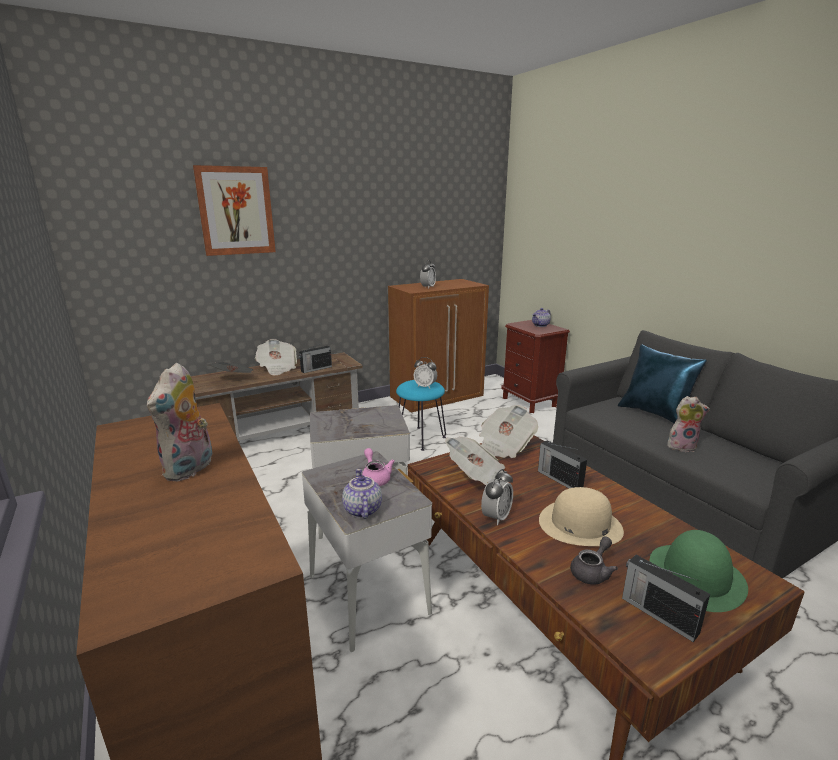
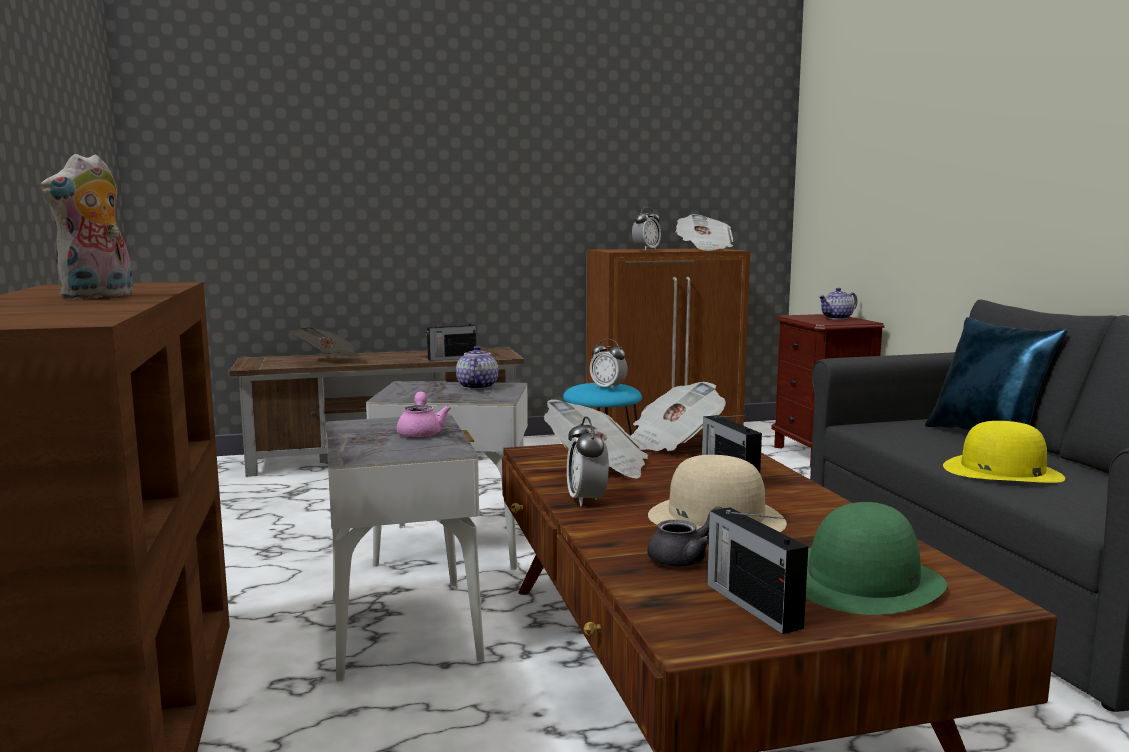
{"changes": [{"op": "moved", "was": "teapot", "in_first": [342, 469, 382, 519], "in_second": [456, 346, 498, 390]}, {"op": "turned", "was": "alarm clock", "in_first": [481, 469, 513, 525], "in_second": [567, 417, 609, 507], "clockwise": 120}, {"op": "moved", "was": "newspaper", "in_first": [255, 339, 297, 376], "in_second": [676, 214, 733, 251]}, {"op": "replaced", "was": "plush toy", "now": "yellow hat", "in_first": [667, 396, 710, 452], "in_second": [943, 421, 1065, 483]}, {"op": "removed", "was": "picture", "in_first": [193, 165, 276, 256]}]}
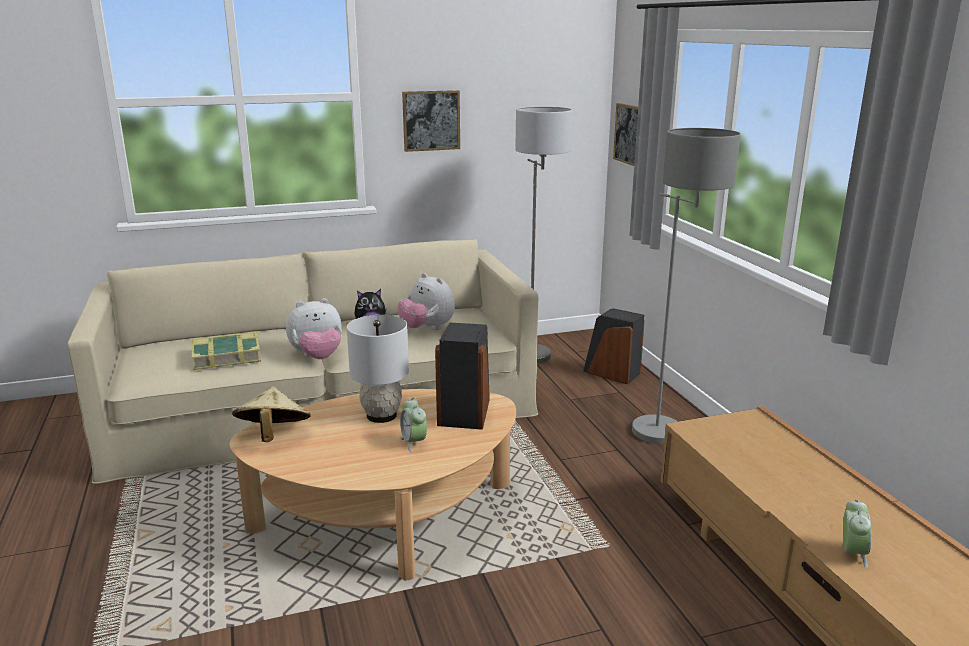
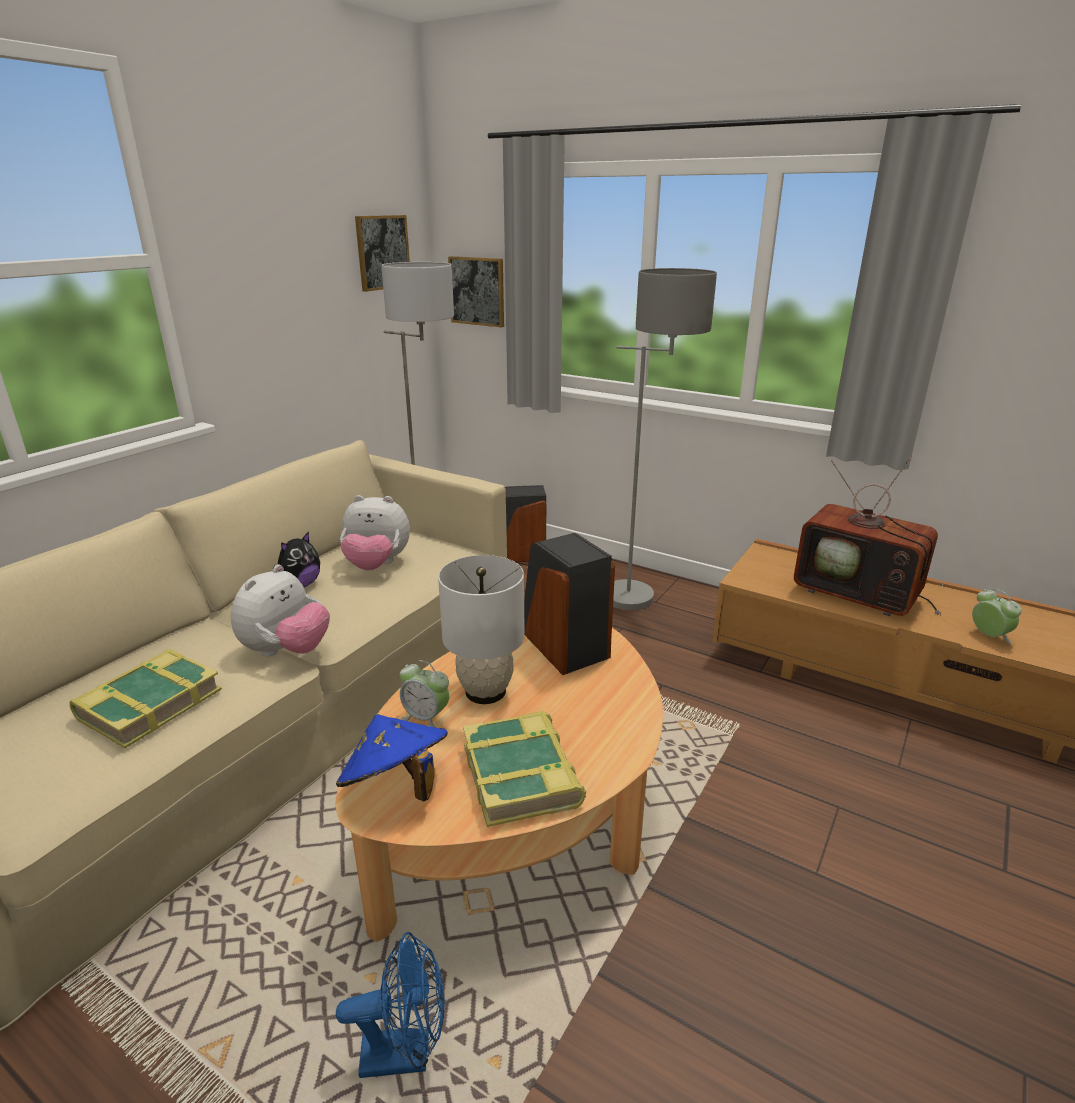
{"changes": [{"op": "recoloured", "was": "beige hat", "now": "blue hat", "in_first": [232, 386, 311, 442], "in_second": [336, 714, 448, 802]}, {"op": "added", "now": "blue fan", "in_second": [336, 932, 445, 1078]}, {"op": "moved", "was": "picture", "in_first": [402, 90, 460, 152], "in_second": [355, 215, 410, 292]}, {"op": "moved", "was": "alarm clock", "in_first": [400, 397, 427, 452], "in_second": [400, 660, 449, 728]}, {"op": "added", "now": "book", "in_second": [463, 711, 586, 827]}, {"op": "added", "now": "television", "in_second": [794, 456, 941, 616]}]}
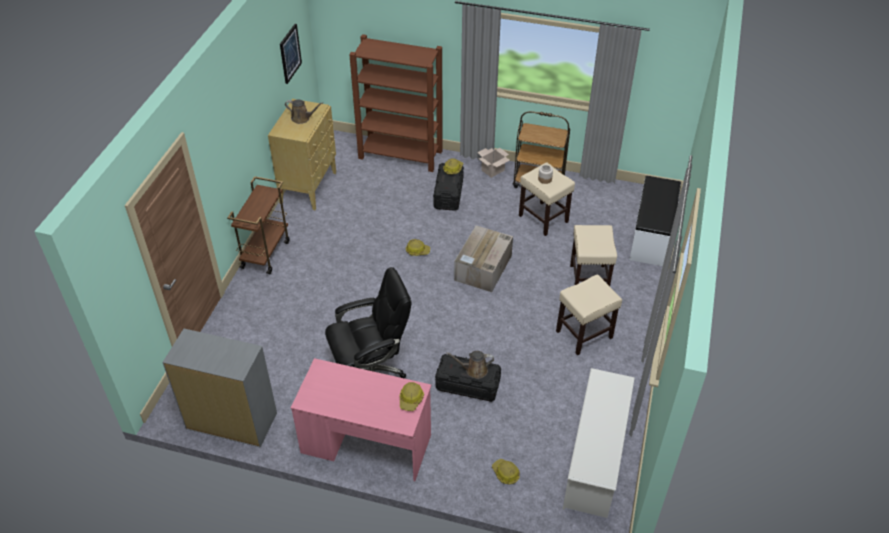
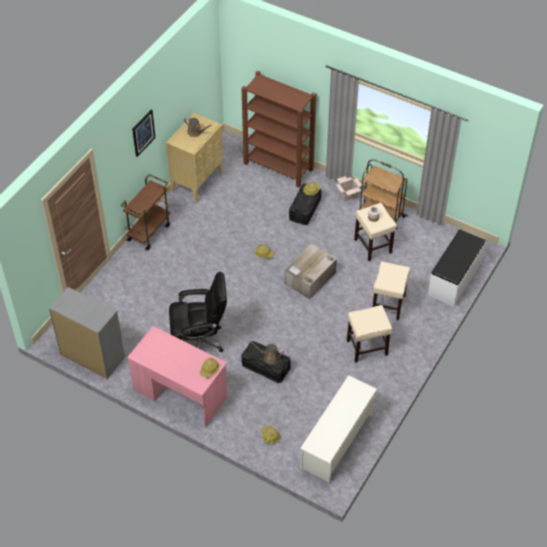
{"changes": [{"op": "moved", "was": "picture", "in_first": [280, 24, 302, 84], "in_second": [132, 110, 155, 157]}]}
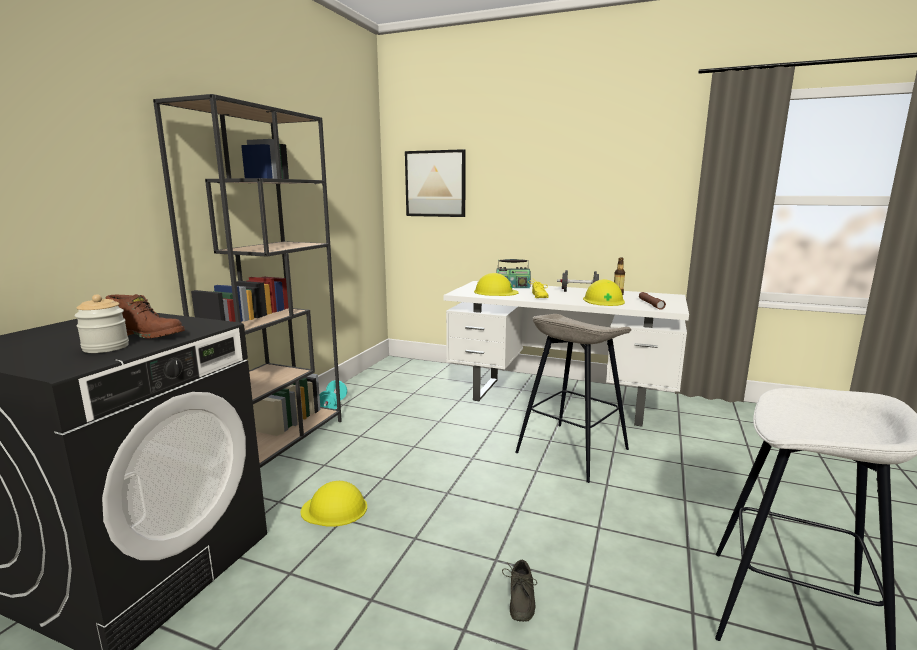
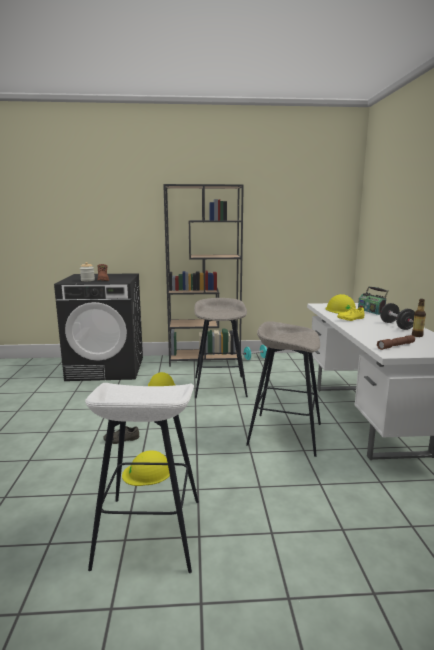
{"changes": [{"op": "moved", "was": "yellow hard hat", "in_first": [583, 279, 625, 306], "in_second": [122, 450, 170, 486]}, {"op": "added", "now": "grey stool", "in_second": [194, 298, 248, 398]}, {"op": "removed", "was": "picture", "in_first": [405, 149, 466, 217]}]}
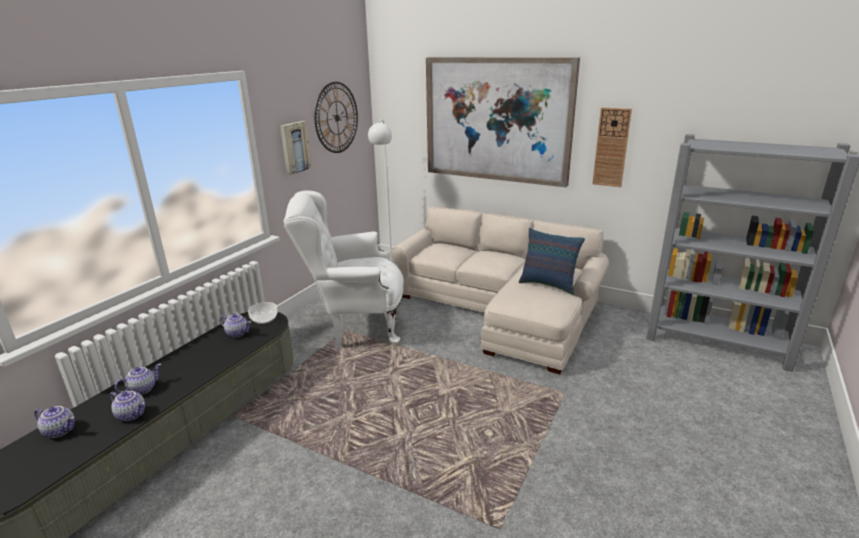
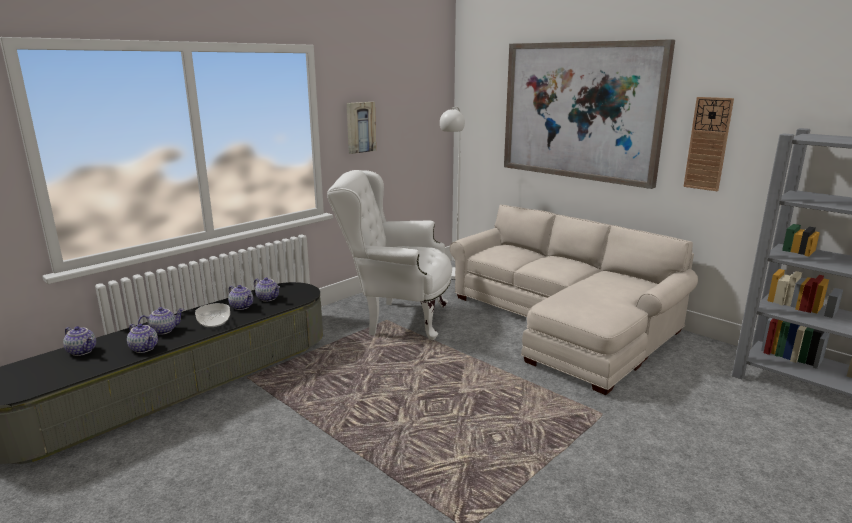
{"changes": [{"op": "moved", "was": "bowl", "in_first": [248, 302, 278, 324], "in_second": [195, 303, 230, 327]}, {"op": "added", "now": "teapot", "in_second": [228, 285, 253, 310]}, {"op": "removed", "was": "wall clock", "in_first": [314, 82, 358, 153]}, {"op": "removed", "was": "blue pillow", "in_first": [519, 228, 585, 295]}]}
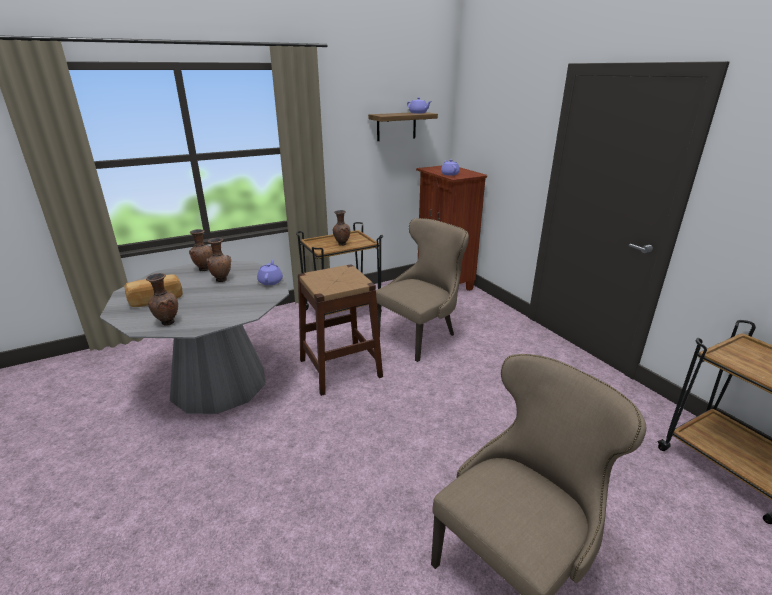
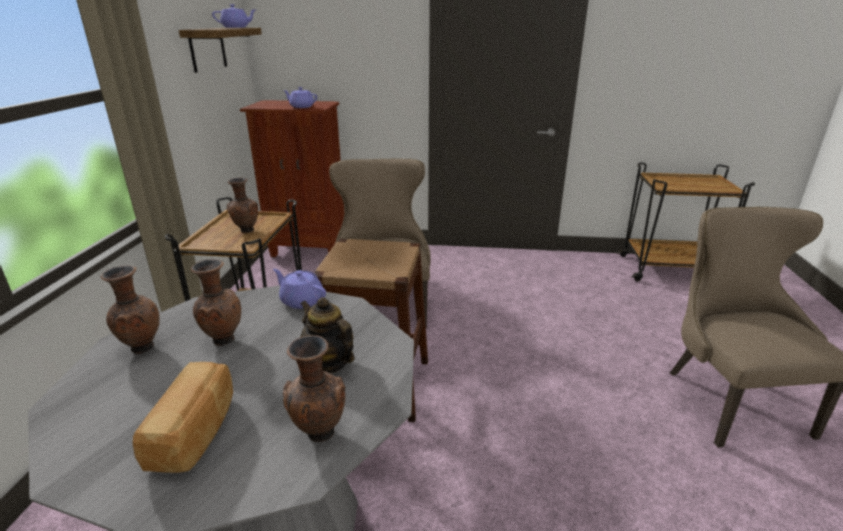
{"changes": [{"op": "added", "now": "teapot", "in_second": [300, 297, 354, 373]}]}
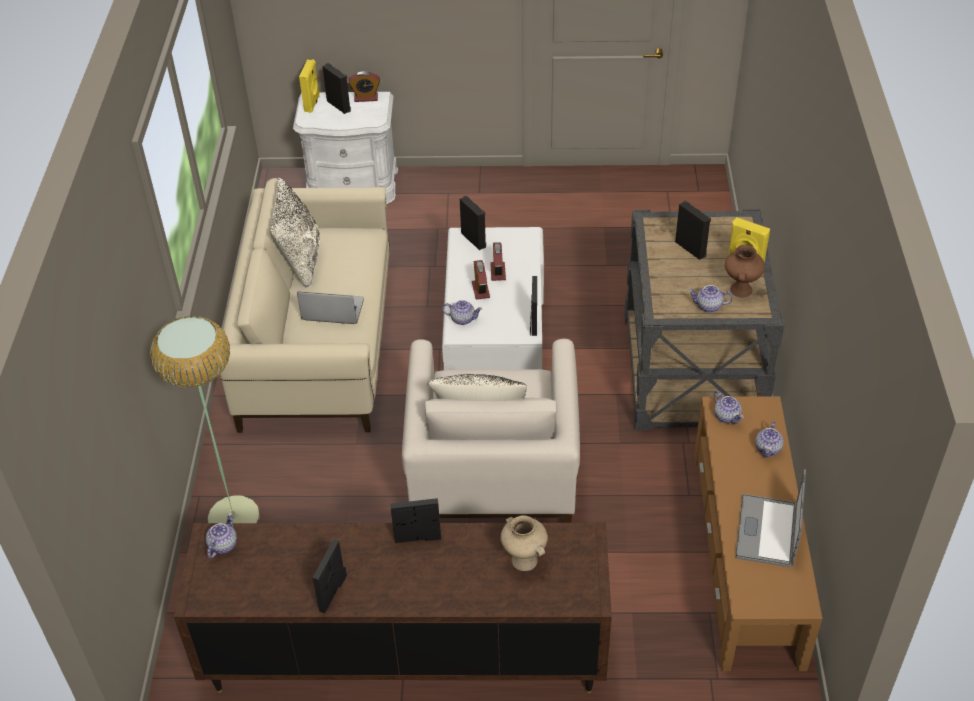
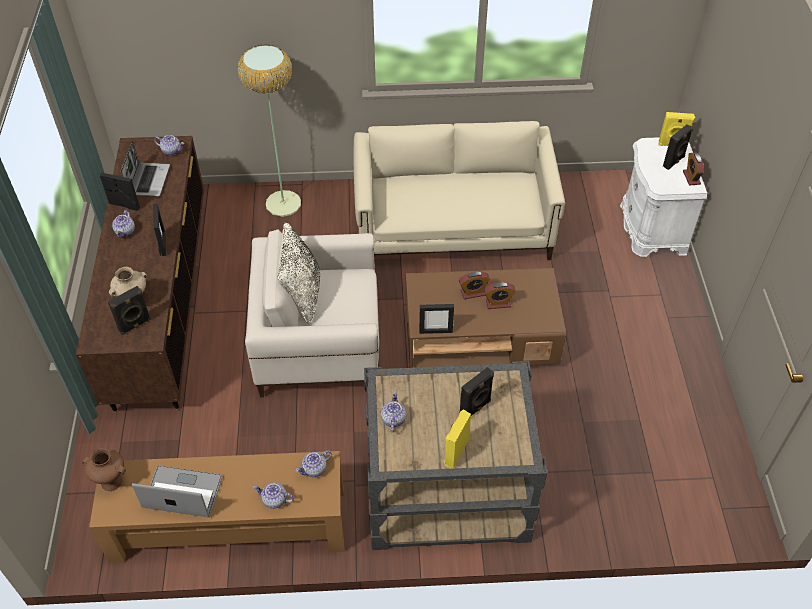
{"changes": [{"op": "moved", "was": "brown vase", "in_first": [725, 245, 765, 298], "in_second": [82, 448, 126, 491]}, {"op": "moved", "was": "black speaker", "in_first": [460, 196, 486, 250], "in_second": [108, 286, 151, 335]}, {"op": "moved", "was": "teapot", "in_first": [442, 300, 482, 325], "in_second": [112, 210, 135, 238]}, {"op": "moved", "was": "laptop", "in_first": [297, 292, 364, 324], "in_second": [121, 140, 170, 197]}, {"op": "recoloured", "was": "white coffee table", "now": "brown coffee table", "in_first": [442, 227, 544, 370], "in_second": [406, 268, 566, 368]}, {"op": "removed", "was": "beige pillow", "in_first": [270, 177, 320, 288]}]}
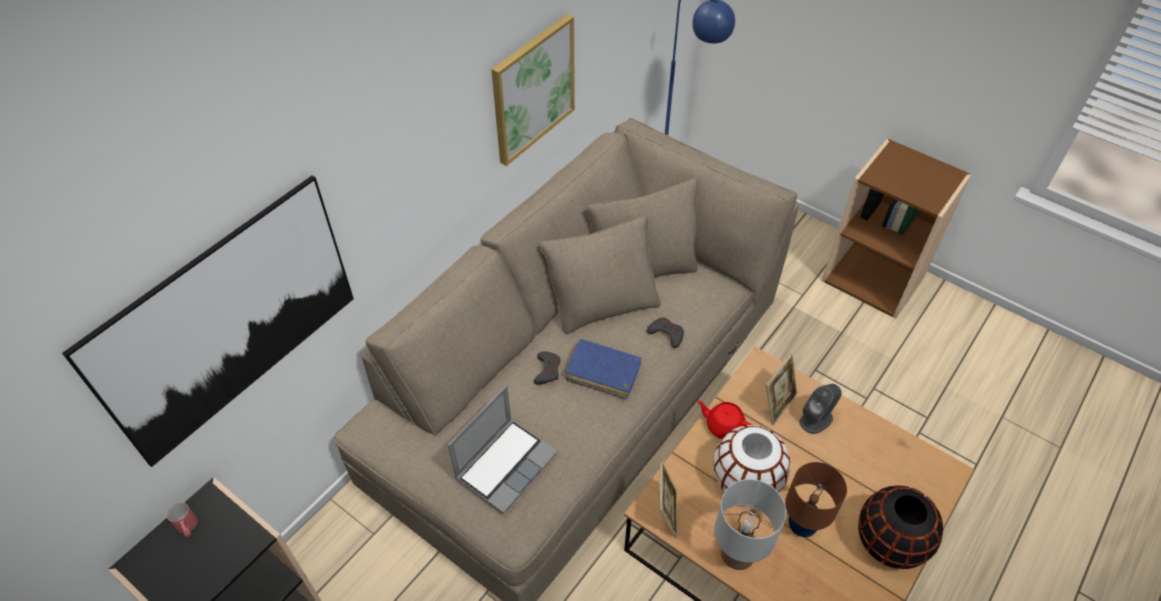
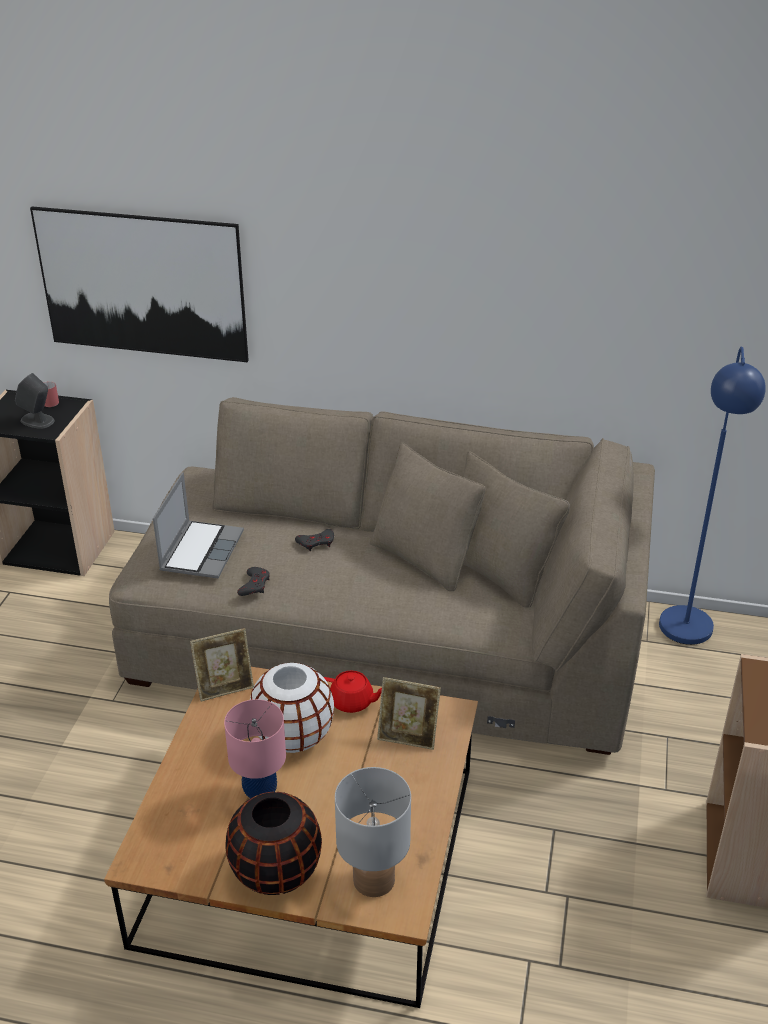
{"changes": [{"op": "moved", "was": "grey speaker", "in_first": [799, 384, 842, 434], "in_second": [15, 373, 55, 429]}, {"op": "turned", "was": "laptop", "in_first": [448, 385, 558, 514], "in_second": [153, 472, 244, 578], "clockwise": -90}, {"op": "recoloured", "was": "brown table lamp", "now": "pink table lamp", "in_first": [785, 462, 847, 537], "in_second": [224, 699, 286, 798]}, {"op": "moved", "was": "grey game controller", "in_first": [647, 318, 684, 348], "in_second": [237, 567, 270, 596]}, {"op": "turned", "was": "red teapot", "in_first": [697, 401, 753, 439], "in_second": [324, 671, 382, 713], "clockwise": 105}, {"op": "moved", "was": "grey table lamp", "in_first": [714, 479, 786, 570], "in_second": [335, 767, 411, 897]}, {"op": "removed", "was": "picture", "in_first": [491, 14, 575, 166]}, {"op": "removed", "was": "blue book", "in_first": [565, 339, 642, 399]}]}
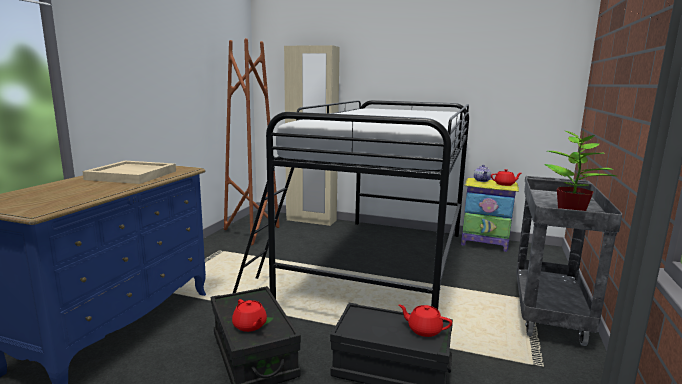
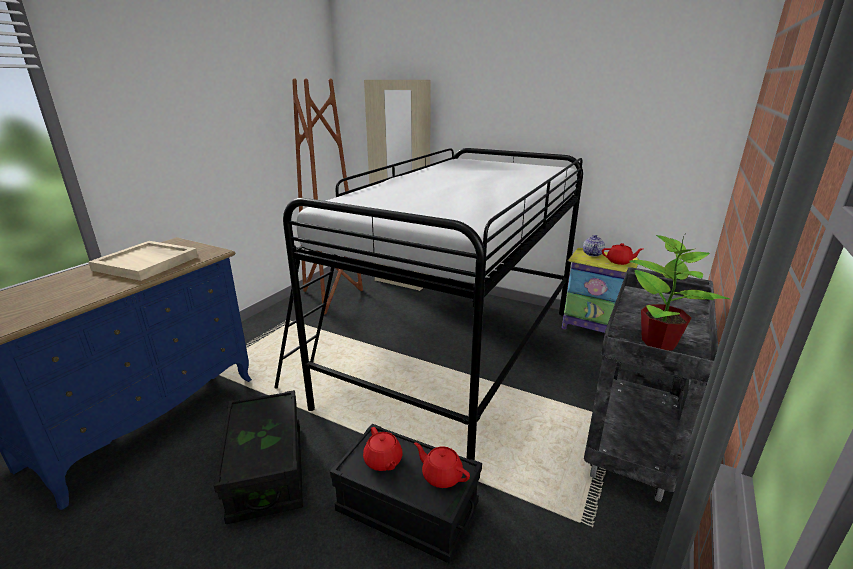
{"changes": [{"op": "moved", "was": "red teapot", "in_first": [232, 299, 267, 332], "in_second": [363, 427, 402, 471]}]}
